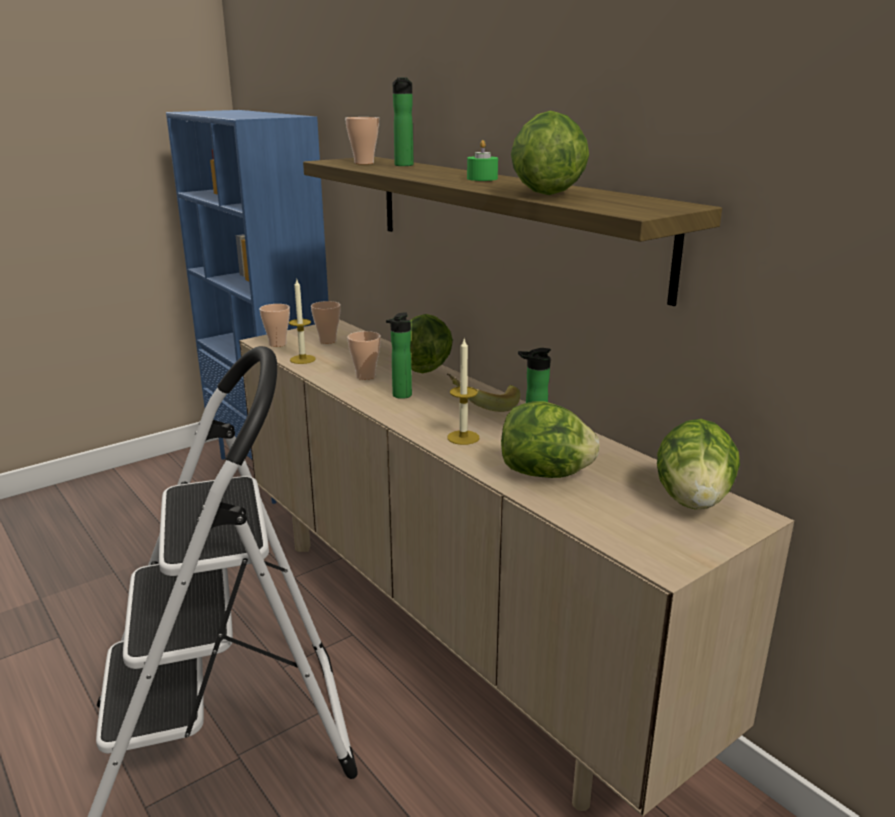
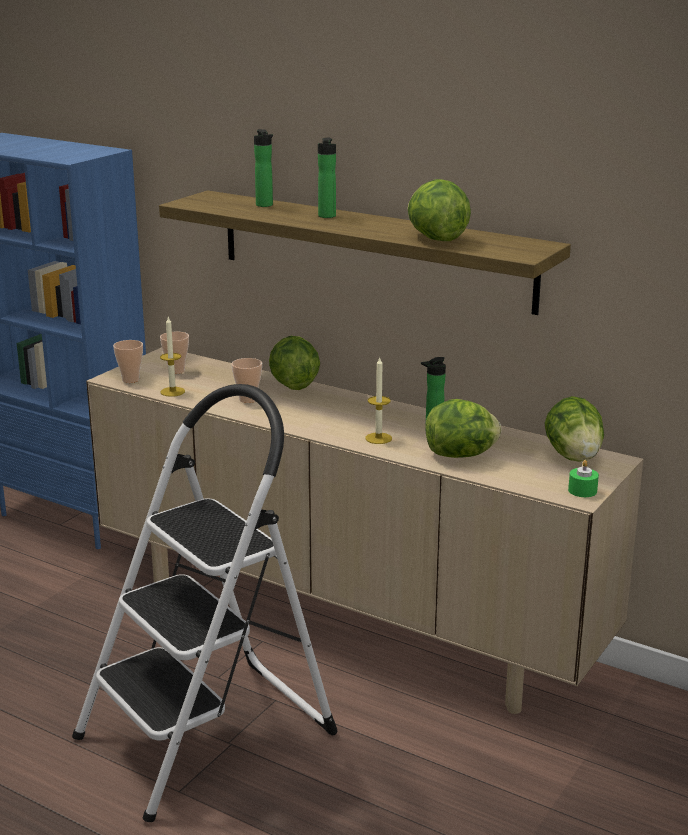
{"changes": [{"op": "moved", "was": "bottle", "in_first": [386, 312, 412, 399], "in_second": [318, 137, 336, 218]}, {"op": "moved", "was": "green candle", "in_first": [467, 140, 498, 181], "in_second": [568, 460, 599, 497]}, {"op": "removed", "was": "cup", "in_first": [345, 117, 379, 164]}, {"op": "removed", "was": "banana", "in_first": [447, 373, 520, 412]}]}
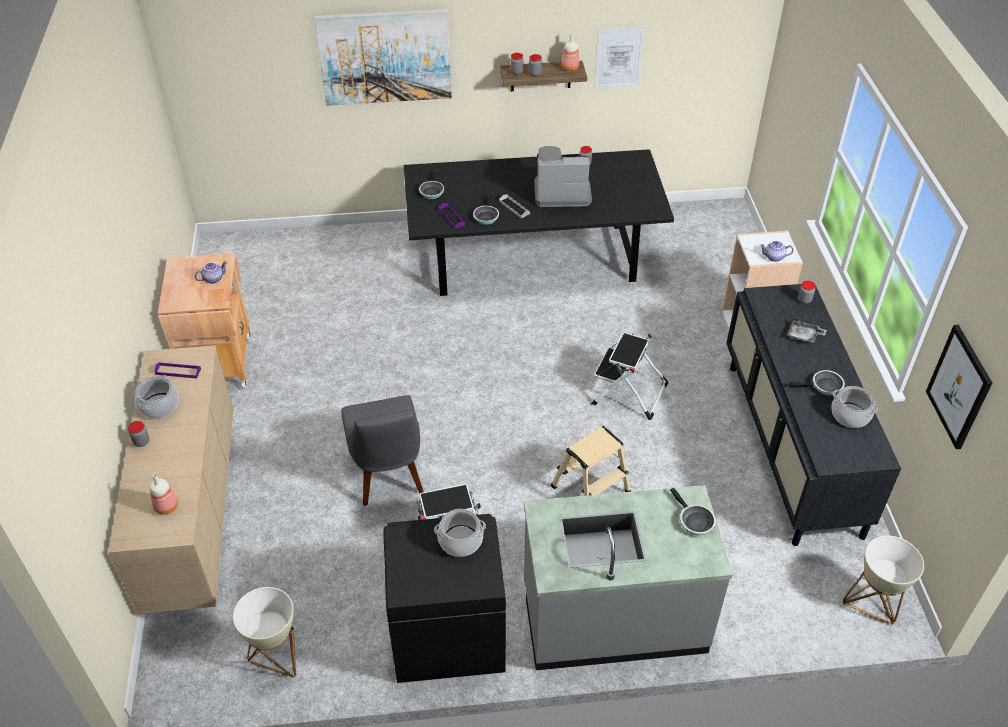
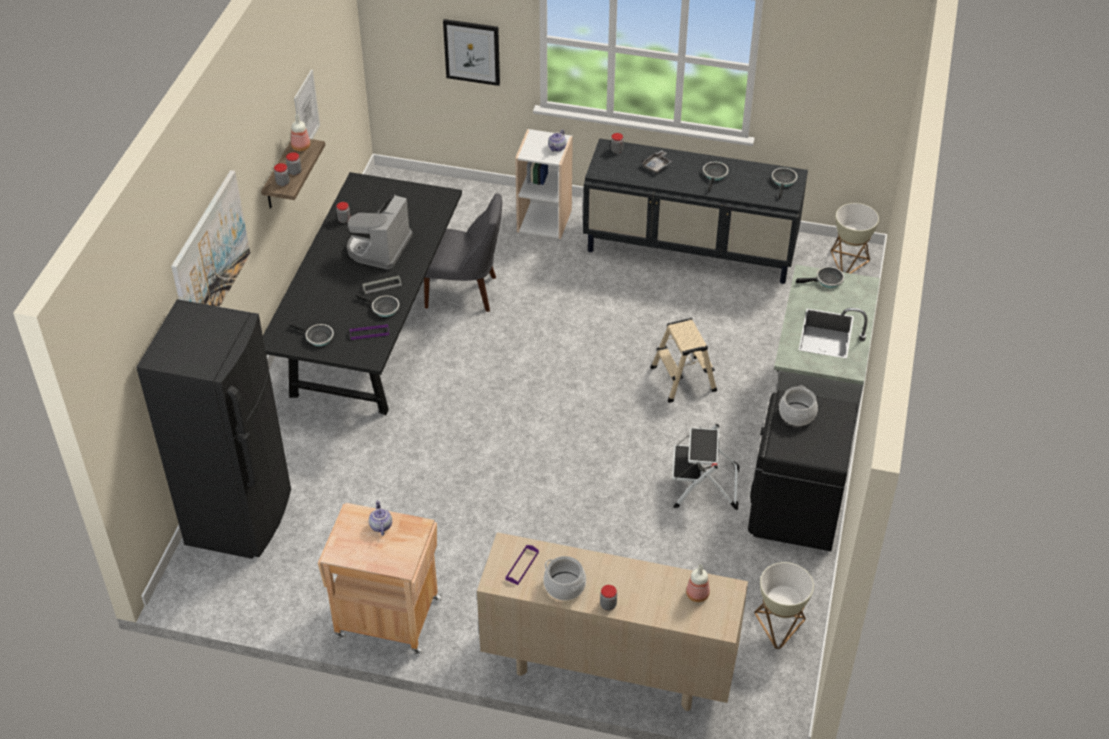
{"changes": [{"op": "added", "now": "black fridge", "in_second": [136, 299, 291, 559]}, {"op": "moved", "was": "grey chair", "in_first": [341, 395, 424, 506], "in_second": [424, 193, 502, 312]}, {"op": "moved", "was": "picture", "in_first": [926, 325, 992, 449], "in_second": [443, 19, 500, 86]}, {"op": "added", "now": "frying pan", "in_second": [772, 168, 797, 199]}, {"op": "removed", "was": "step ladder", "in_first": [591, 333, 668, 420]}, {"op": "removed", "was": "cooking pot", "in_first": [831, 386, 878, 428]}]}
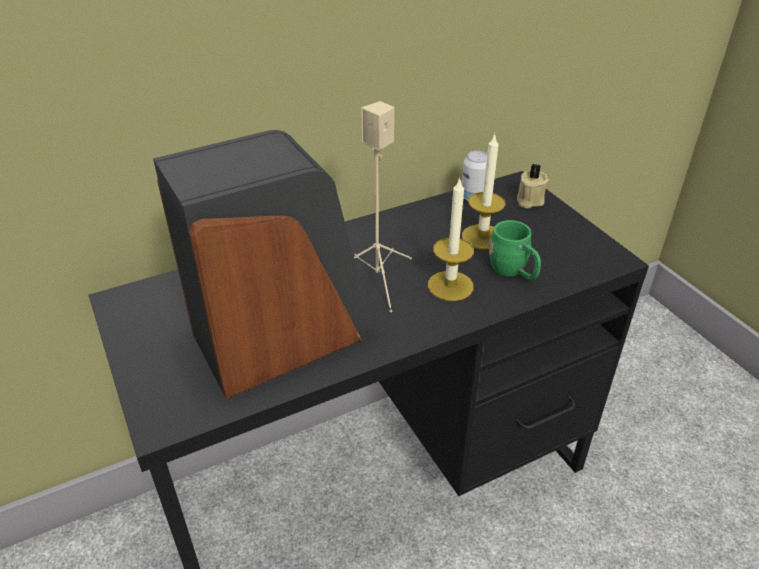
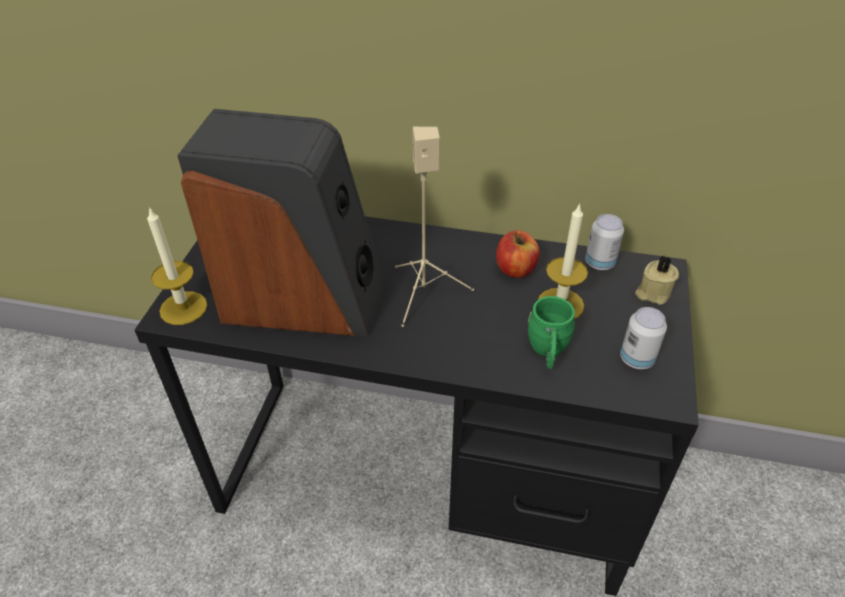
{"changes": [{"op": "moved", "was": "candle", "in_first": [428, 177, 474, 301], "in_second": [147, 207, 207, 325]}, {"op": "added", "now": "apple", "in_second": [496, 230, 540, 278]}, {"op": "added", "now": "can", "in_second": [620, 307, 667, 369]}]}
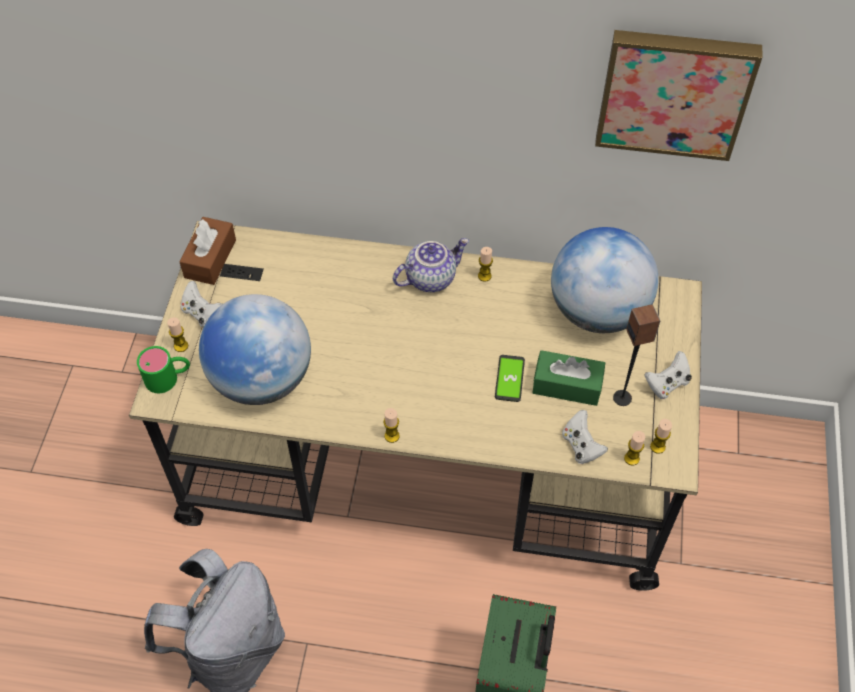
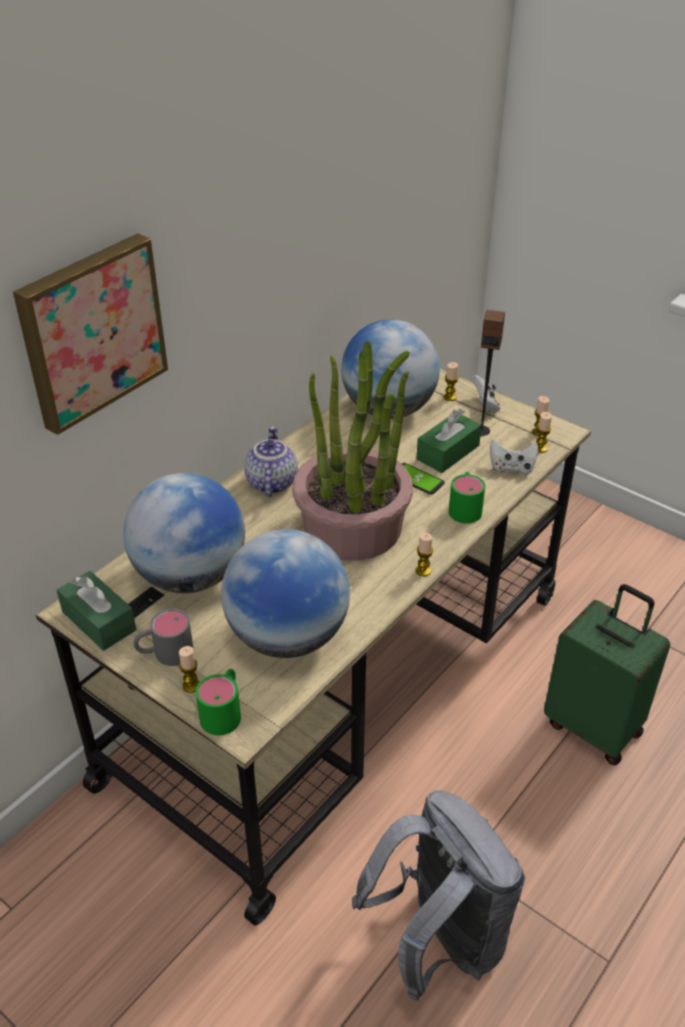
{"changes": [{"op": "moved", "was": "picture", "in_first": [595, 30, 763, 161], "in_second": [13, 233, 168, 435]}, {"op": "recoloured", "was": "brown tissue box", "now": "green tissue box", "in_first": [179, 217, 236, 285], "in_second": [57, 571, 136, 651]}, {"op": "added", "now": "globe", "in_second": [123, 473, 245, 593]}, {"op": "replaced", "was": "white game controller", "now": "grey mug", "in_first": [181, 281, 222, 328], "in_second": [133, 608, 194, 666]}, {"op": "added", "now": "potted plant", "in_second": [292, 341, 413, 561]}, {"op": "moved", "was": "candle", "in_first": [478, 247, 493, 282], "in_second": [444, 362, 458, 401]}, {"op": "added", "now": "green mug", "in_second": [449, 472, 485, 524]}]}
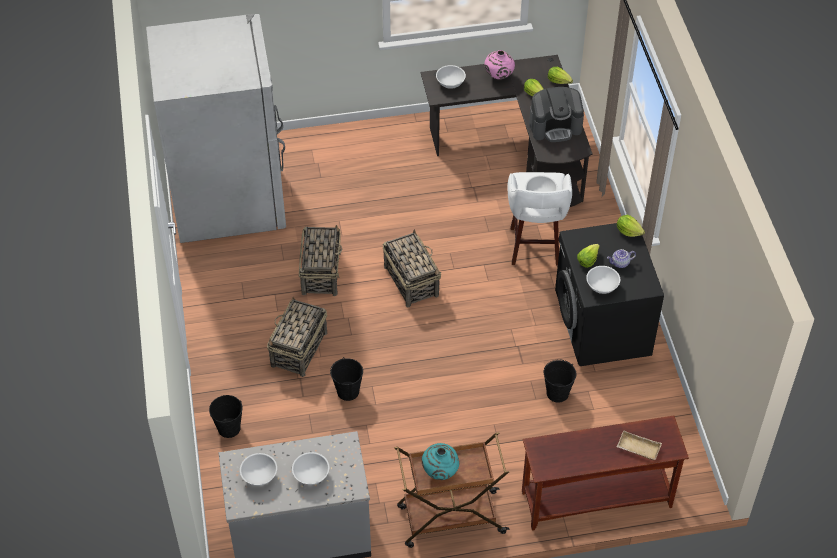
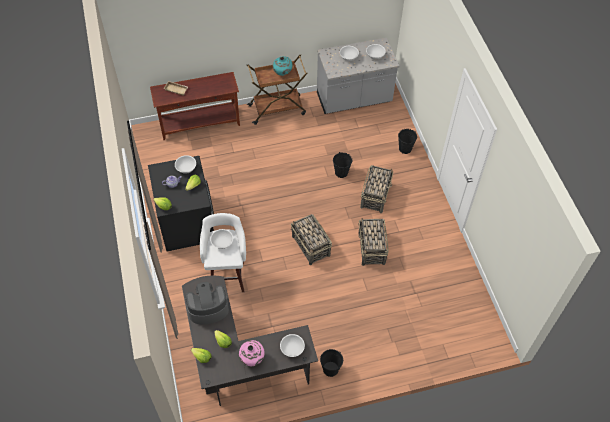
{"changes": [{"op": "moved", "was": "black bucket", "in_first": [544, 359, 576, 403], "in_second": [320, 349, 343, 377]}, {"op": "removed", "was": "white fridge", "in_first": [146, 14, 286, 243]}]}
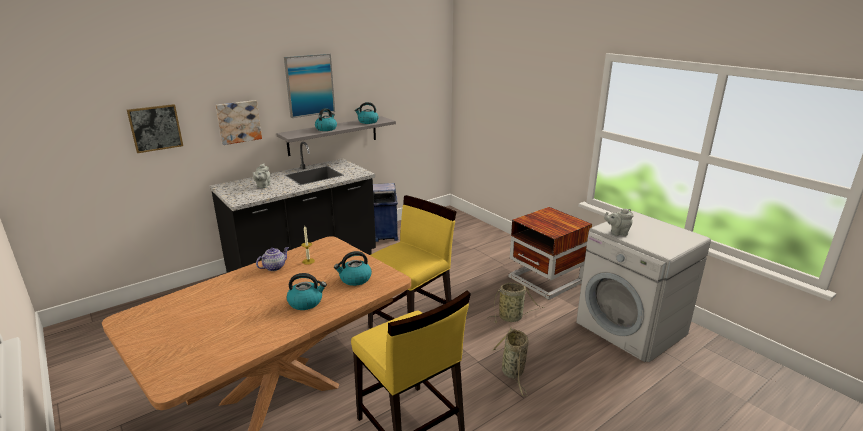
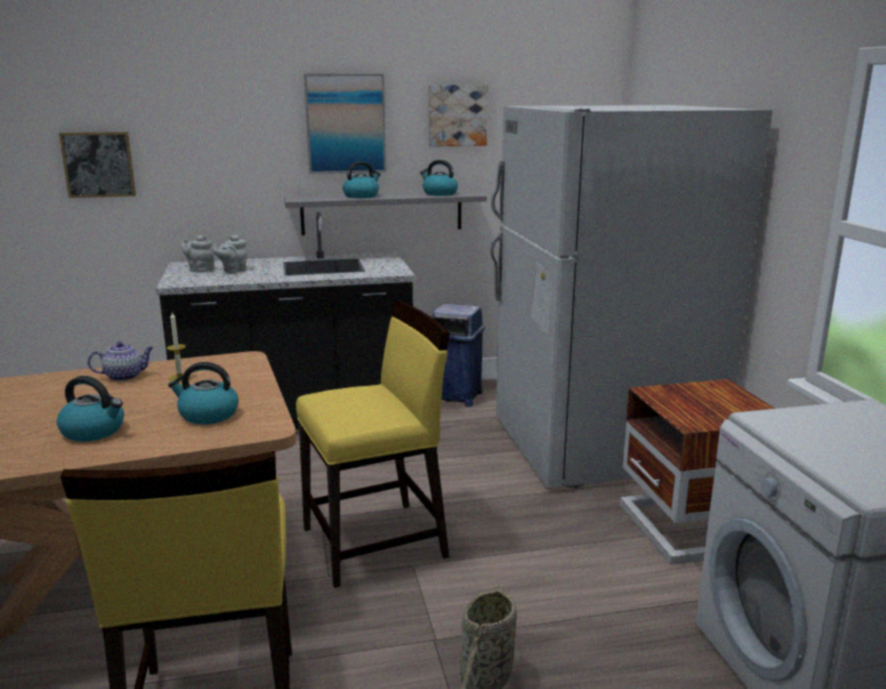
{"changes": [{"op": "moved", "was": "grey teapot", "in_first": [604, 209, 634, 236], "in_second": [181, 235, 215, 272]}, {"op": "moved", "was": "picture", "in_first": [216, 100, 262, 145], "in_second": [429, 85, 488, 147]}, {"op": "added", "now": "white fridge", "in_second": [490, 105, 772, 488]}, {"op": "removed", "was": "basket", "in_first": [487, 283, 544, 323]}]}
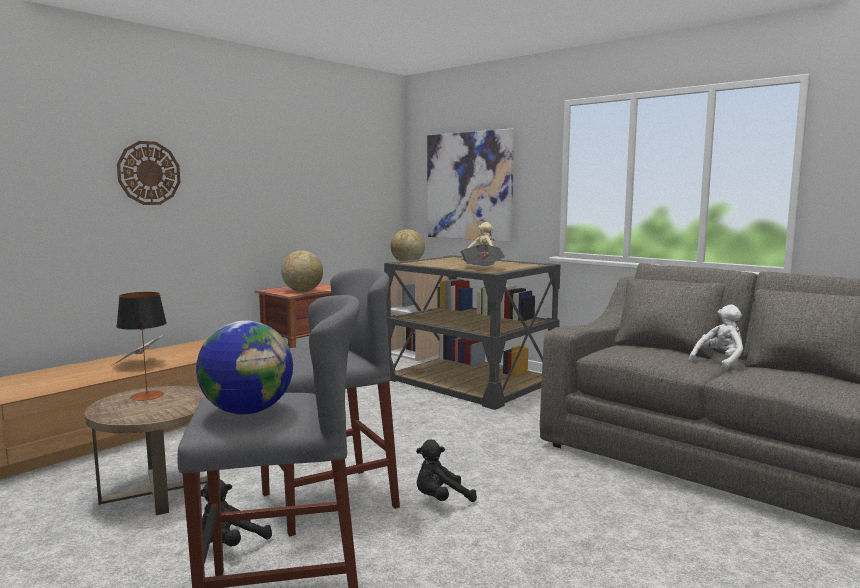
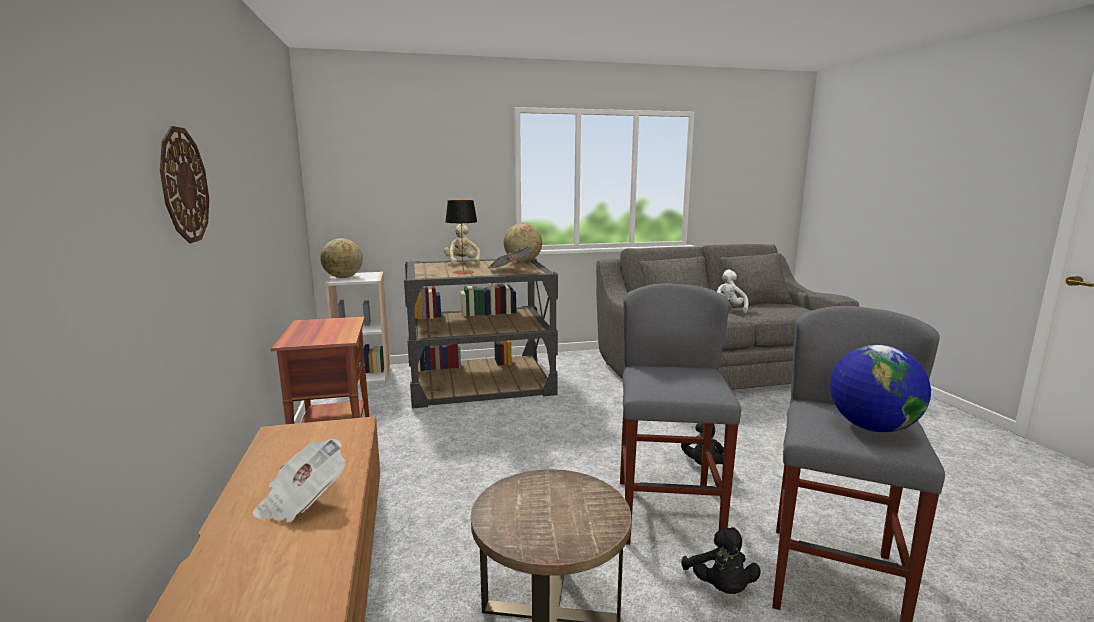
{"changes": [{"op": "moved", "was": "table lamp", "in_first": [116, 292, 167, 401], "in_second": [445, 200, 477, 275]}, {"op": "moved", "was": "globe", "in_first": [281, 250, 323, 292], "in_second": [504, 223, 542, 262]}, {"op": "removed", "was": "picture", "in_first": [427, 129, 514, 242]}]}
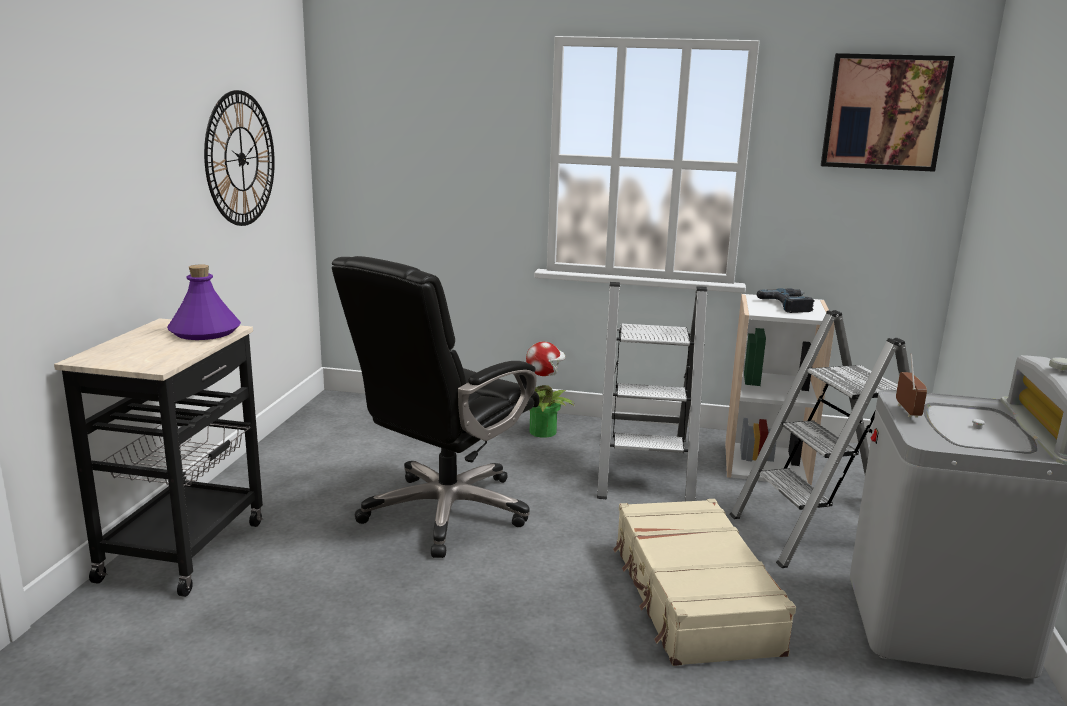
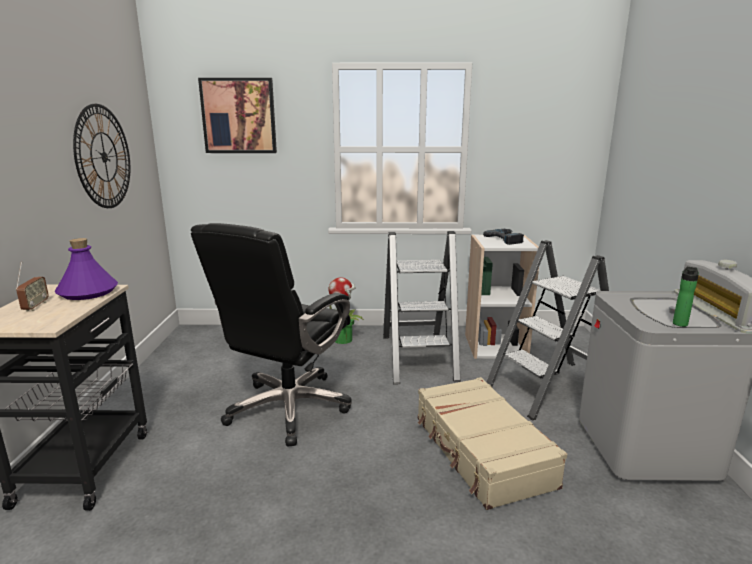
{"changes": [{"op": "moved", "was": "radio", "in_first": [896, 353, 927, 417], "in_second": [16, 262, 49, 311]}, {"op": "moved", "was": "picture", "in_first": [821, 53, 955, 172], "in_second": [198, 78, 277, 153]}, {"op": "added", "now": "bottle", "in_second": [673, 267, 699, 327]}]}
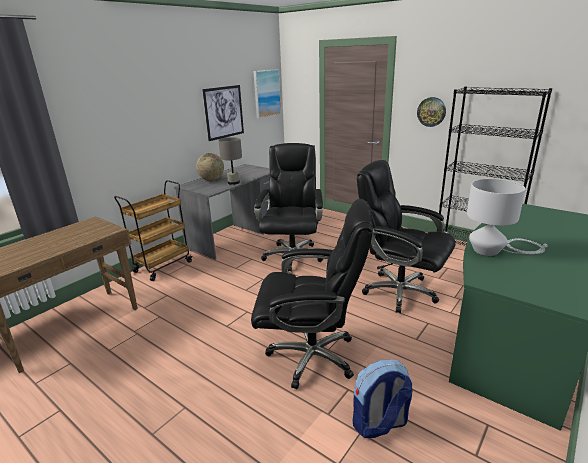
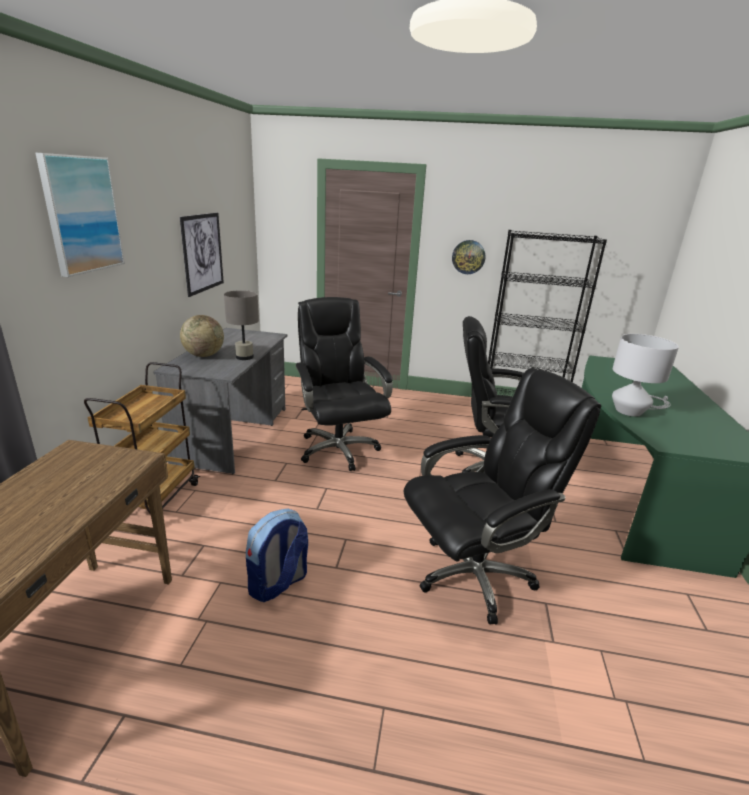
{"changes": [{"op": "moved", "was": "picture", "in_first": [253, 69, 281, 118], "in_second": [35, 153, 125, 277]}, {"op": "moved", "was": "backpack", "in_first": [353, 360, 413, 438], "in_second": [246, 509, 308, 602]}]}
